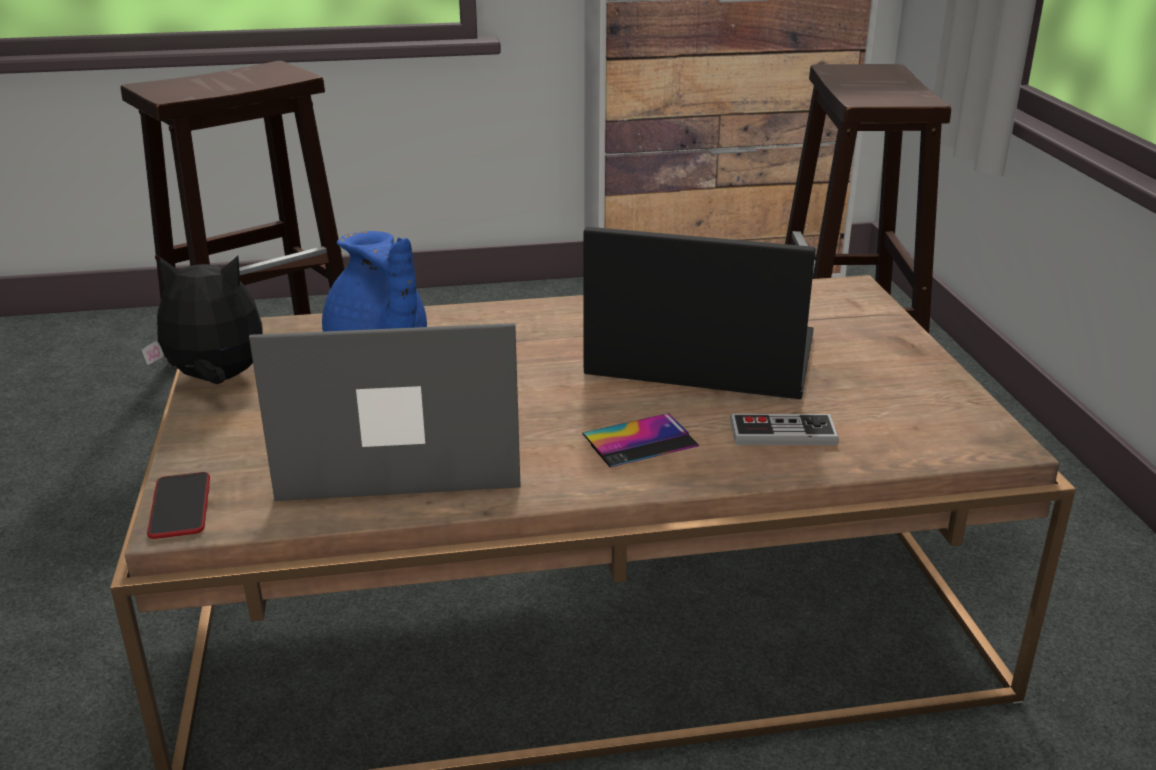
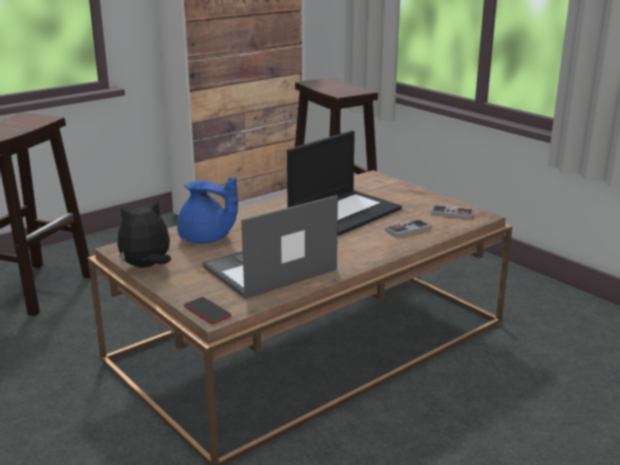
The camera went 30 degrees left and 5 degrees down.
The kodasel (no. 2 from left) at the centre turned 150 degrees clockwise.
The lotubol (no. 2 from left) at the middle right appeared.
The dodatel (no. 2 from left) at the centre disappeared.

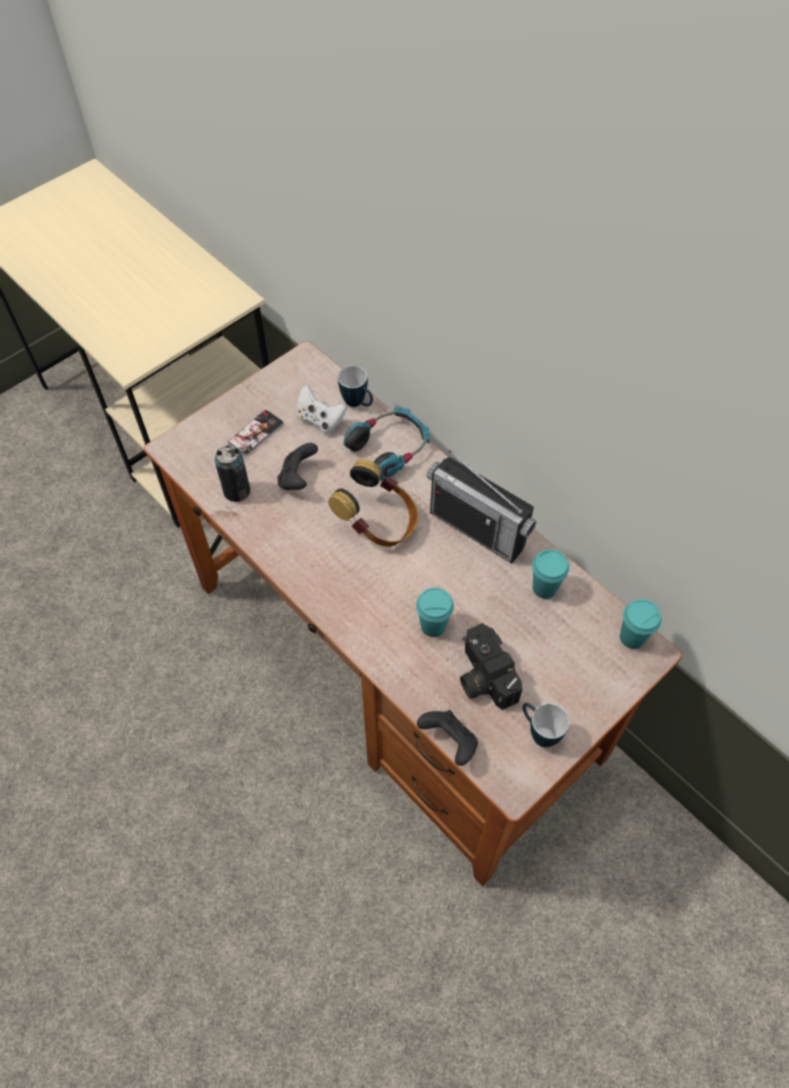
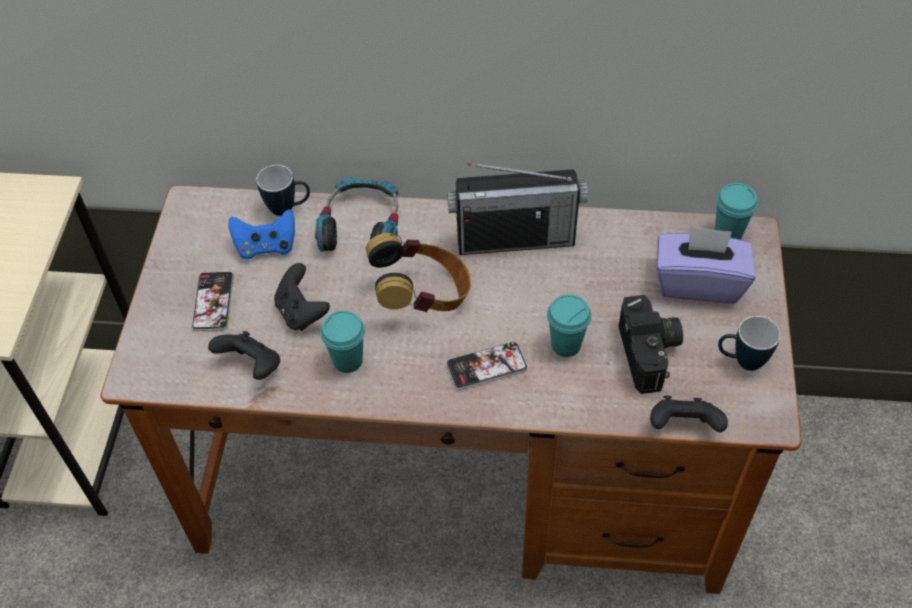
The camera went 40 degrees left and 5 degrees down.
The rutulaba at the middle left was replaced by the black lotubol (no. 1 from left) at the middle left.
The white lotubol at the centre became the blue lotubol at the middle left.
The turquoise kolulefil (no. 2 from left in the first image) moved from the middle right to the centre.
The dodatel (no. 2 from left) at the centre appeared.
The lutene at the centre turned 120 degrees counterclockwise.
The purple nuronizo at the middle right appeared.

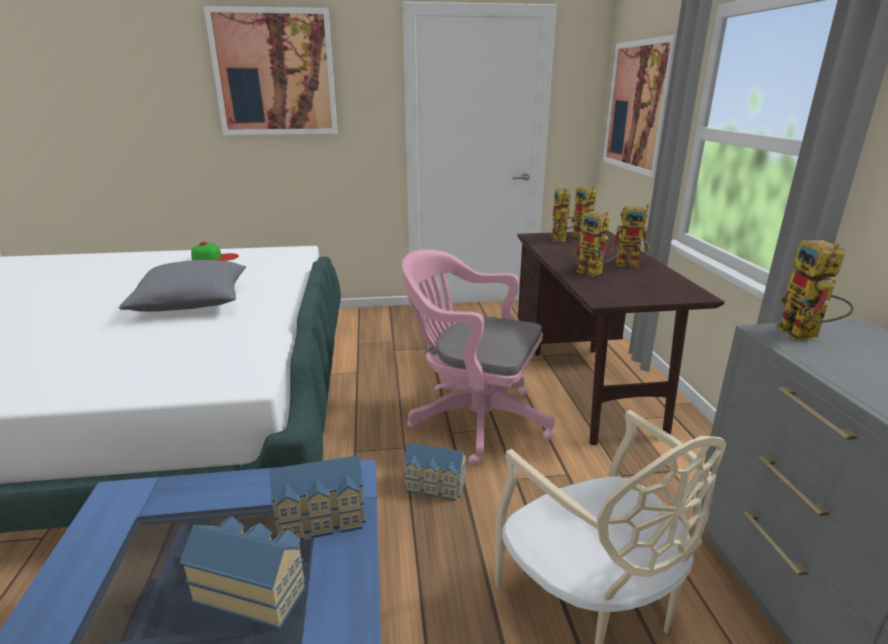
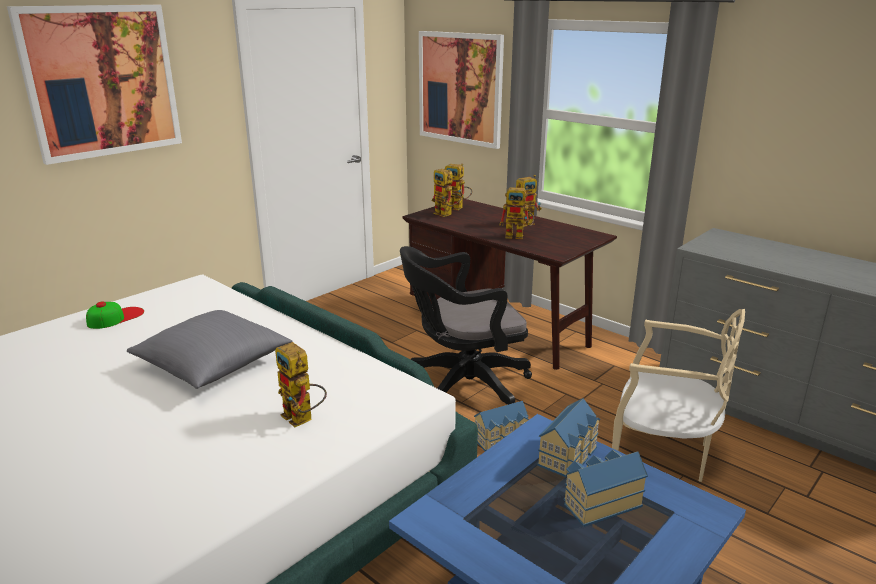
The camera went 40 degrees left and 0 degrees up.
The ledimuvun (no. 5 from left in the first image) moved from the middle right to the centre.
The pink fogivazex at the centre became the black fogivazex at the centre.

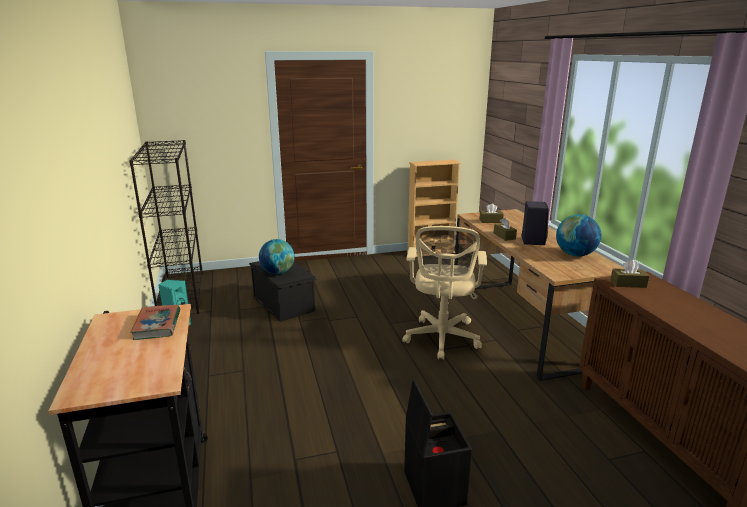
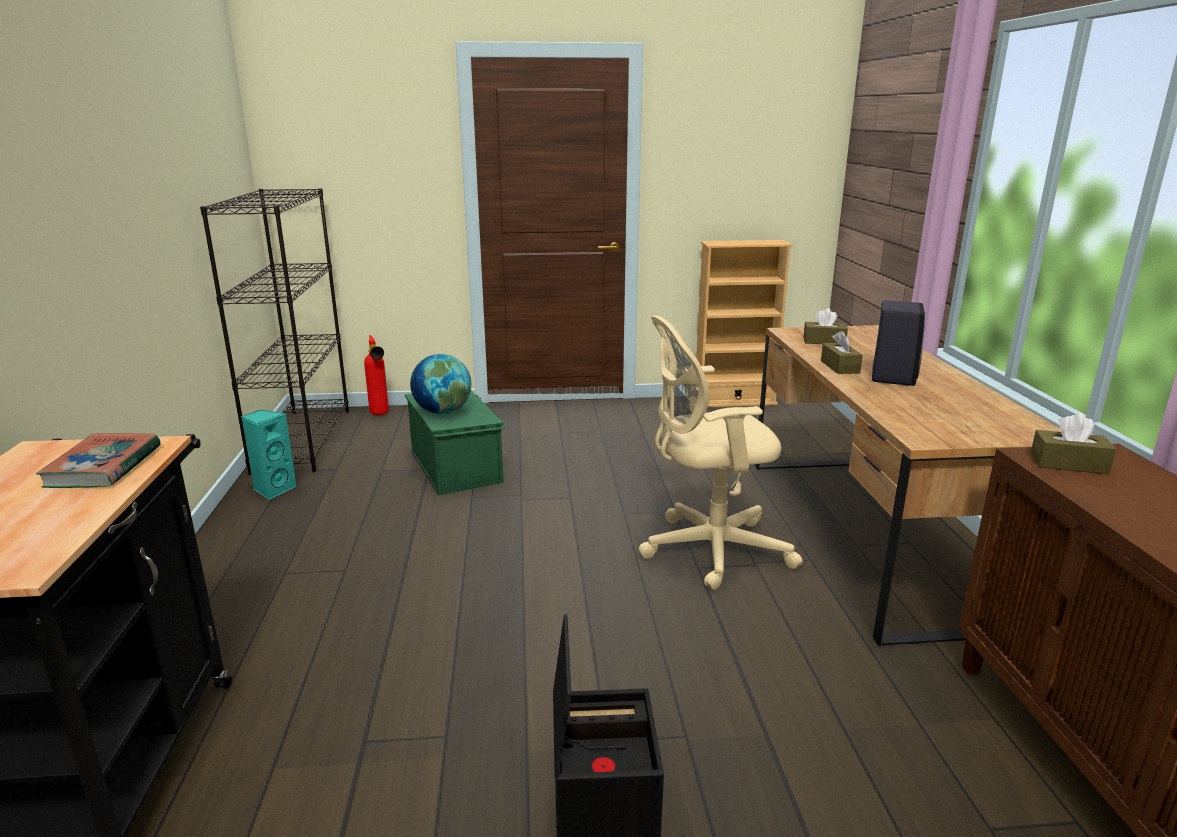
The camera went 10 degrees right and 0 degrees up.
The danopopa at the middle left appeared.
The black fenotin (no. 1 from left) at the centre became the green fenotin at the centre.
The beige fogivazex at the centre turned 60 degrees clockwise.
The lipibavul (no. 2 from left) at the middle right disappeared.

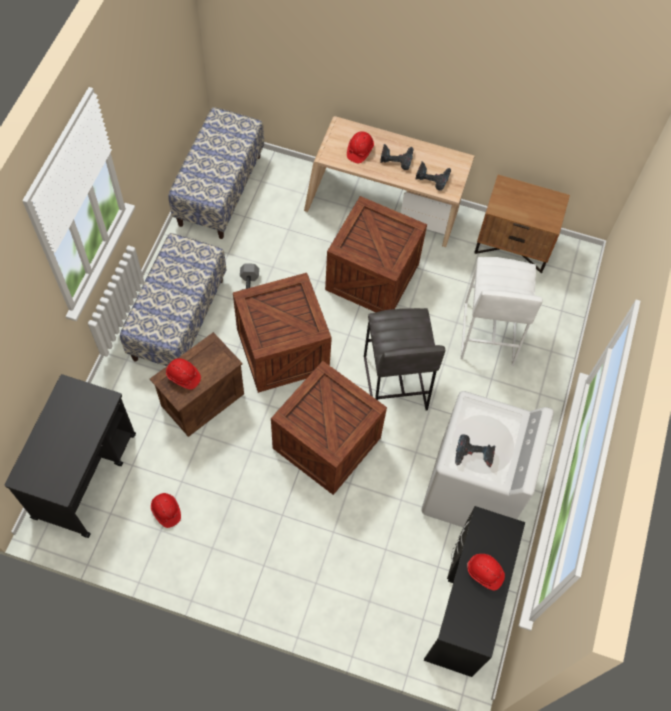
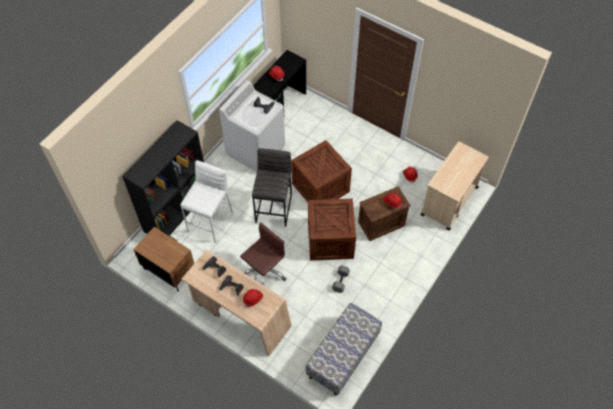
The camera went 160 degrees left and 5 degrees down.
The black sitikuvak at the middle left appeared.
The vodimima (no. 4 from left) at the centre was replaced by the brown fogivazex at the centre.
The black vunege at the middle left became the beige vunege at the middle right.
The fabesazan (no. 1 from left) at the middle left disappeared.

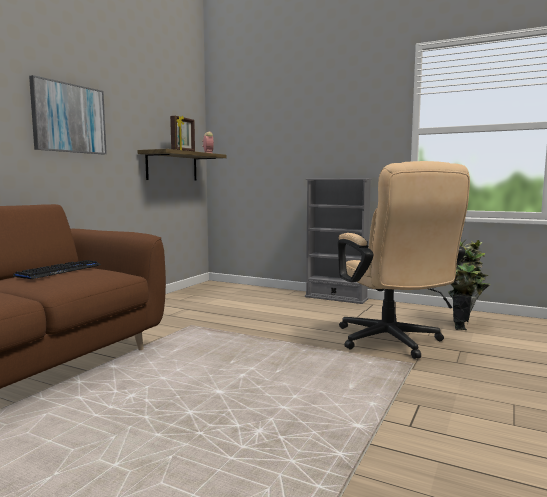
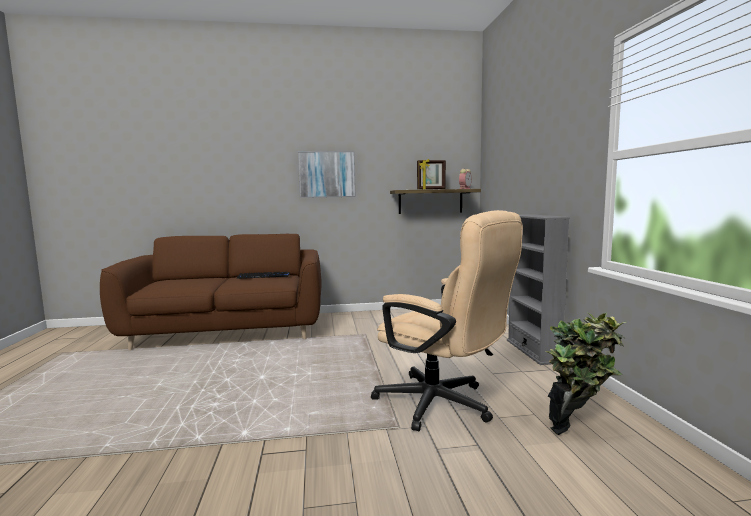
The camera went 55 degrees right and 0 degrees up.
The beige fogivazex at the middle right turned 90 degrees counterclockwise.

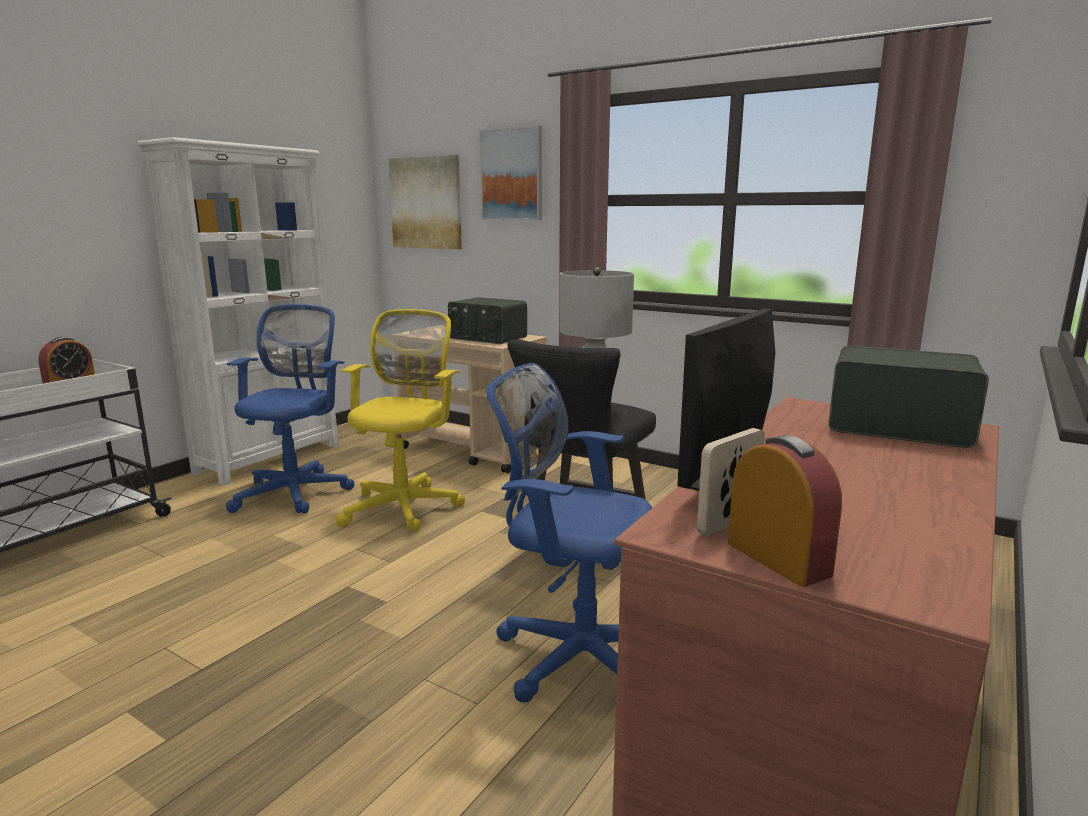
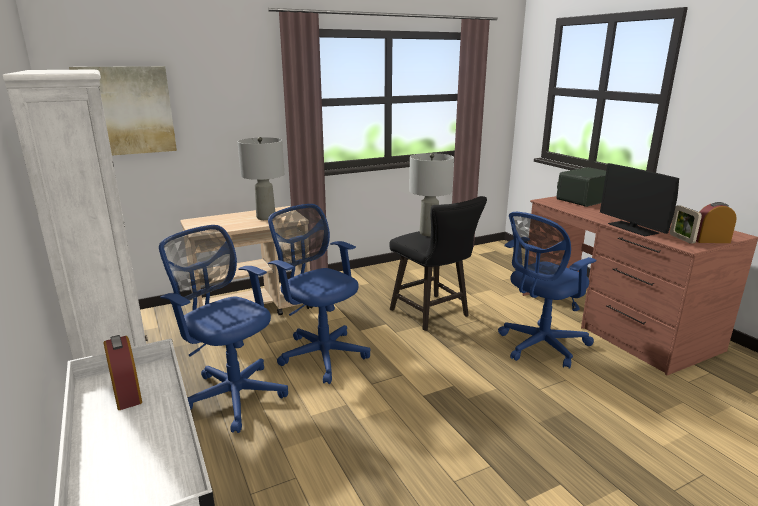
The camera went 60 degrees left and 5 degrees up.
The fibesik (no. 1 from left) at the centre was replaced by the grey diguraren (no. 1 from left) at the centre.
The yellow fogivazex at the centre became the blue fogivazex (no. 2 from left) at the centre.
The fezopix (no. 2 from left) at the top centre disappeared.

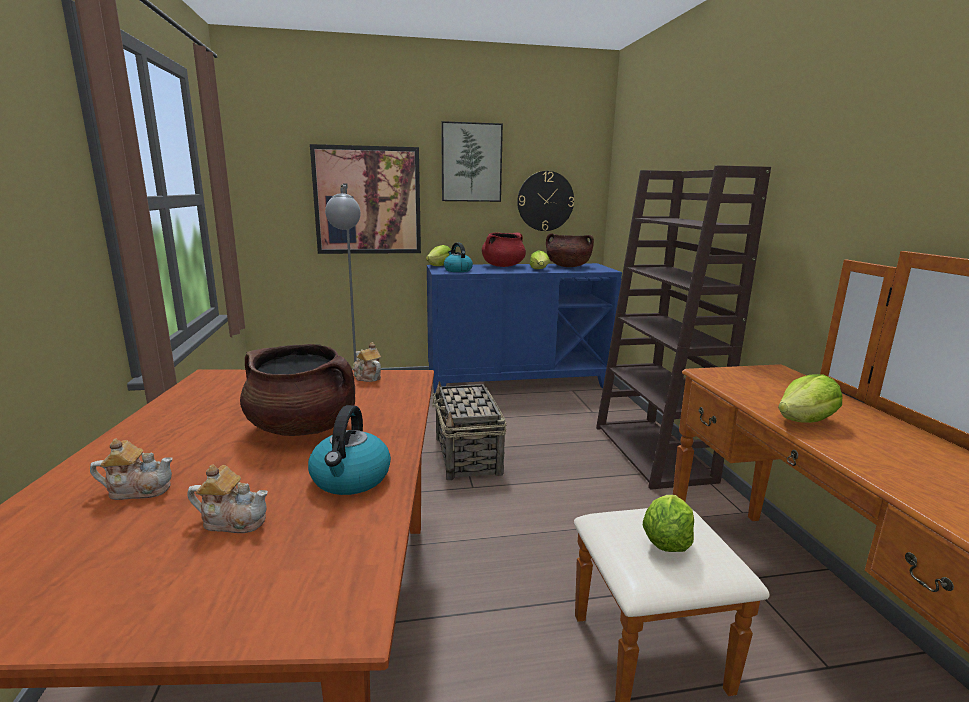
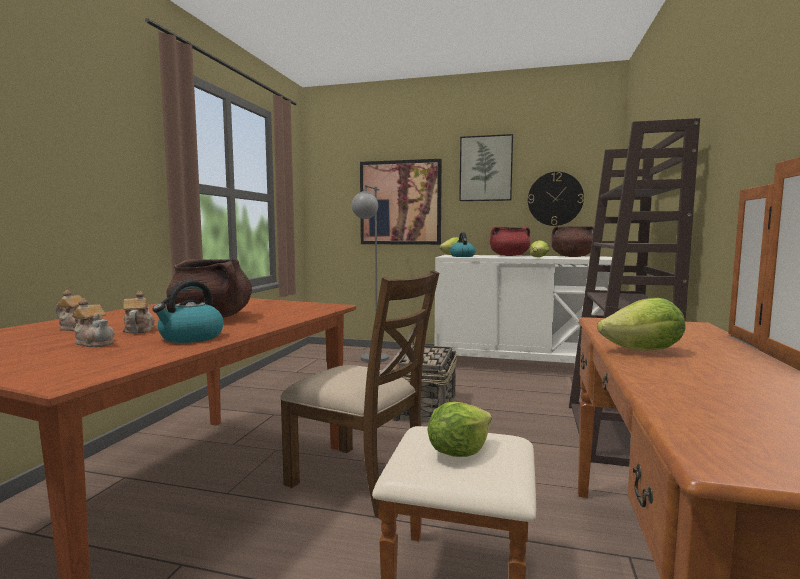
The camera went 25 degrees right and 10 degrees down.
The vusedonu (no. 3 from left) moved from the centre to the middle left.
The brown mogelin at the bottom centre appeared.
The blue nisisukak at the centre became the white nisisukak at the centre.

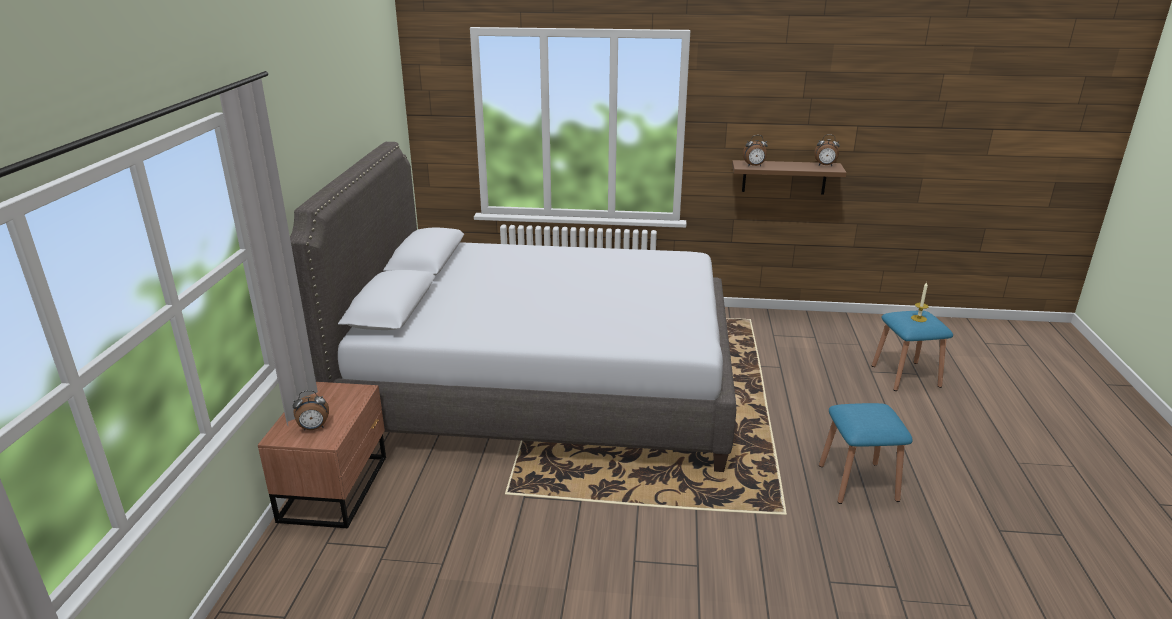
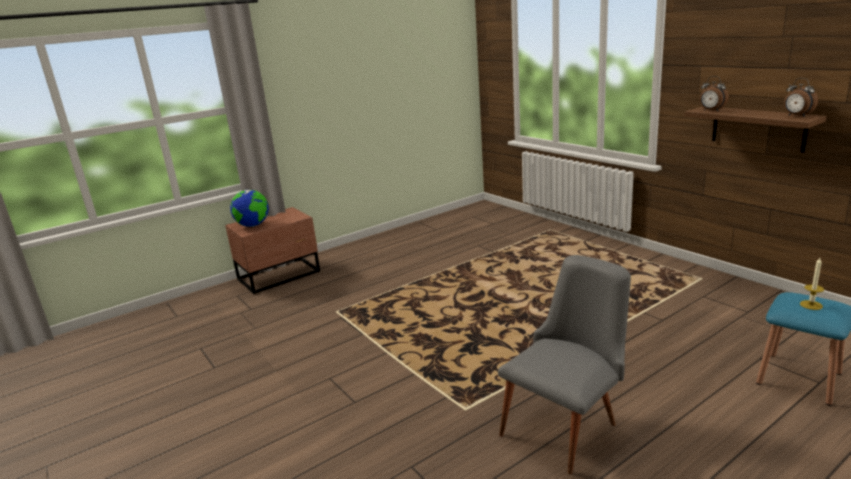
The camera went 50 degrees right and 5 degrees down.
The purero (no. 1 from left) at the middle left was replaced by the lipibavul at the middle left.
The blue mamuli (no. 1 from left) at the bottom right was replaced by the grey mogelin at the bottom centre.
The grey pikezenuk at the centre disappeared.

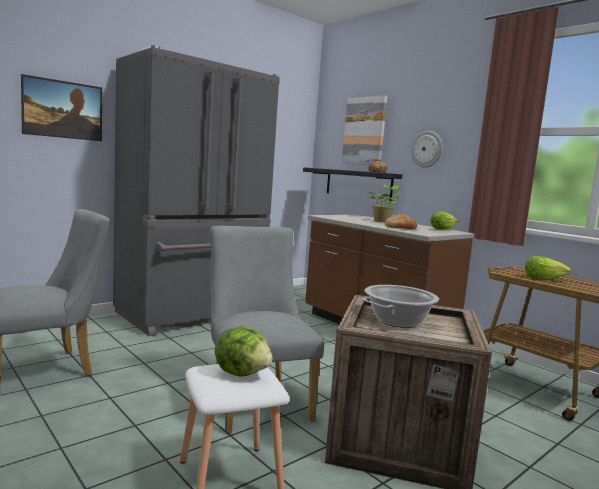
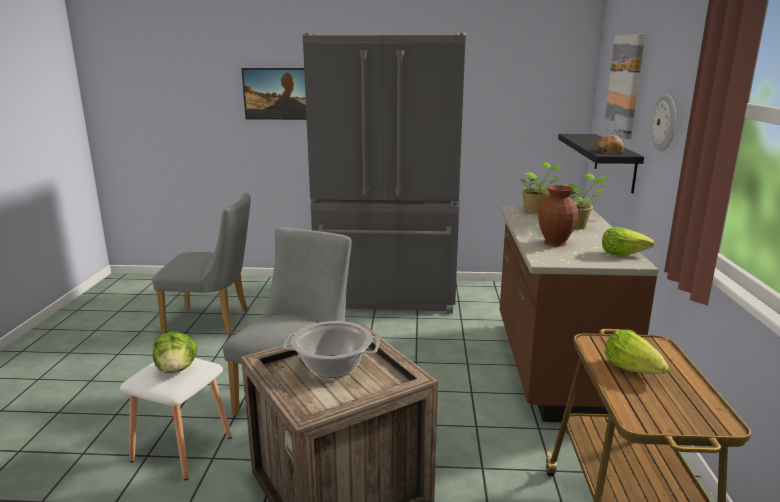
The camera went 45 degrees right and 10 degrees up.
The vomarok (no. 1 from left) at the middle right appeared.
The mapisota (no. 2 from left) at the middle right was replaced by the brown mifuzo at the middle right.

